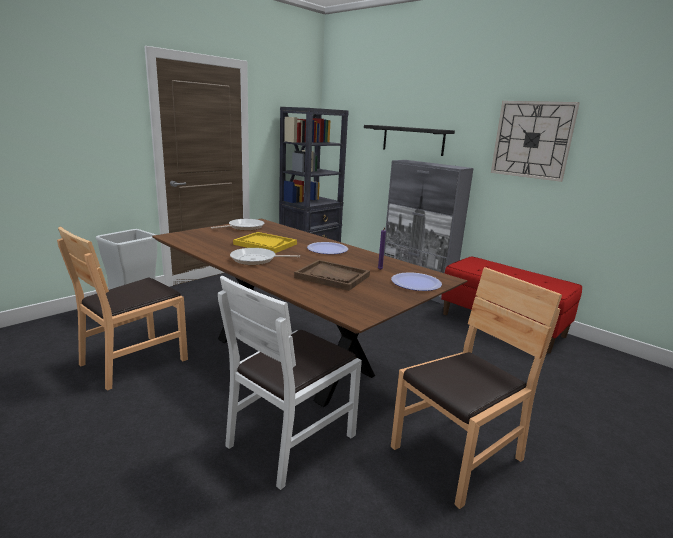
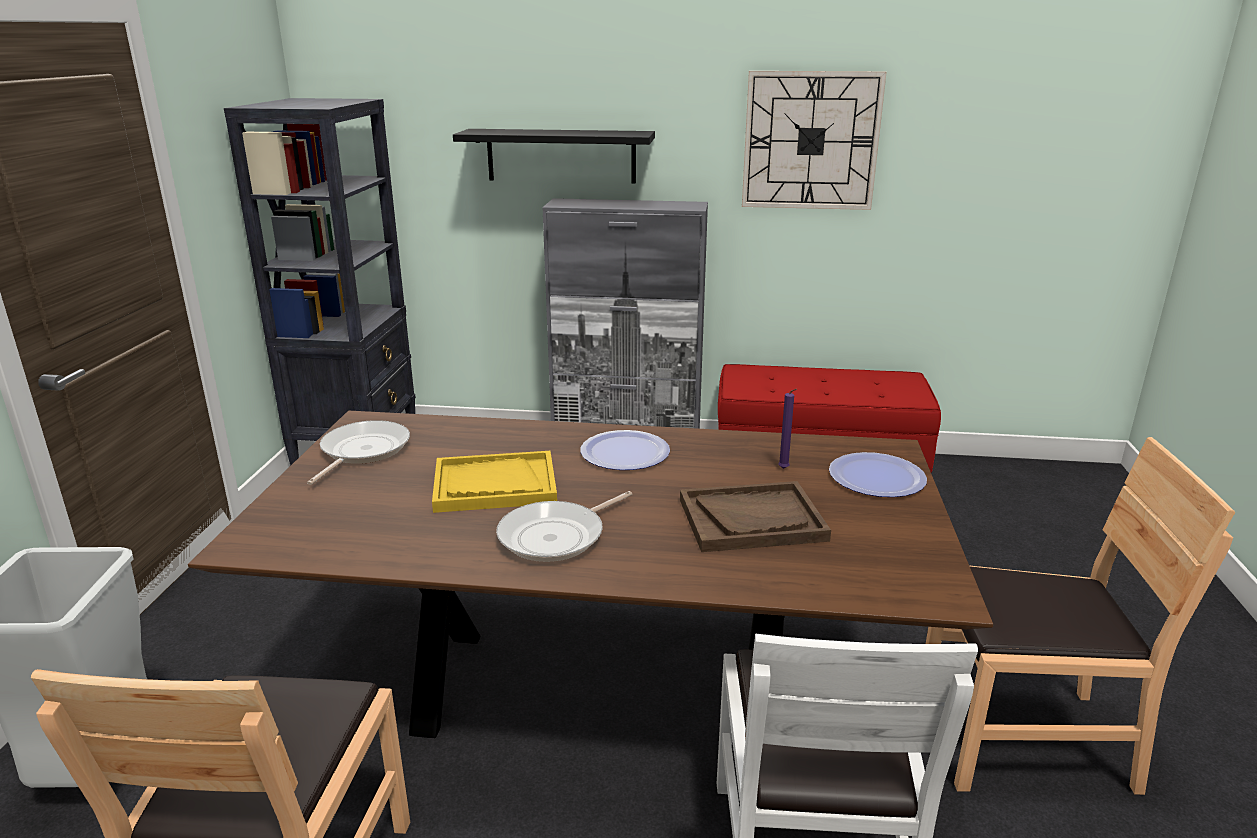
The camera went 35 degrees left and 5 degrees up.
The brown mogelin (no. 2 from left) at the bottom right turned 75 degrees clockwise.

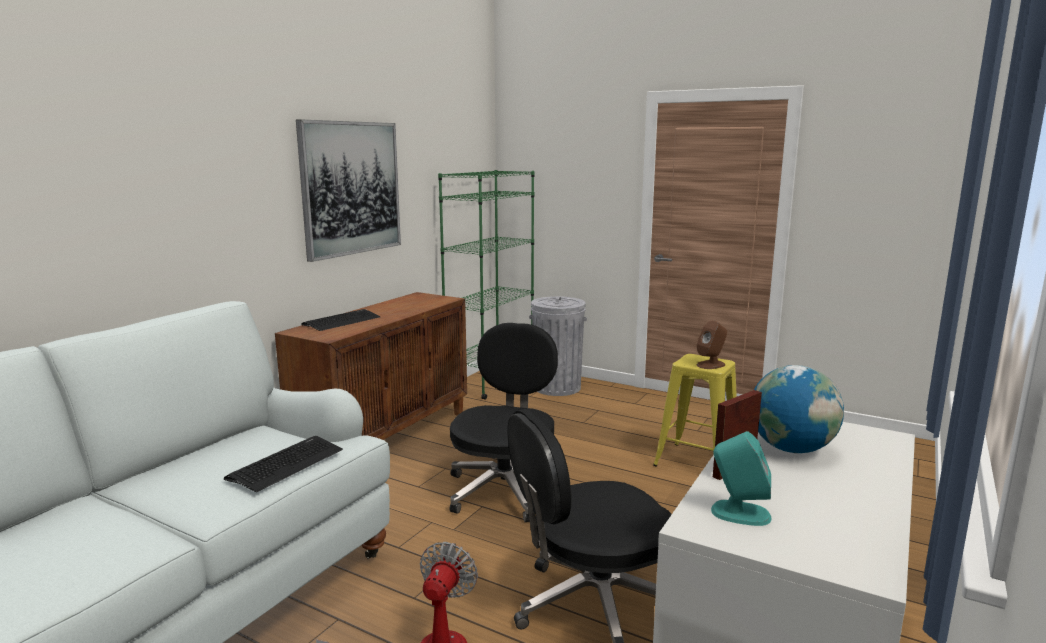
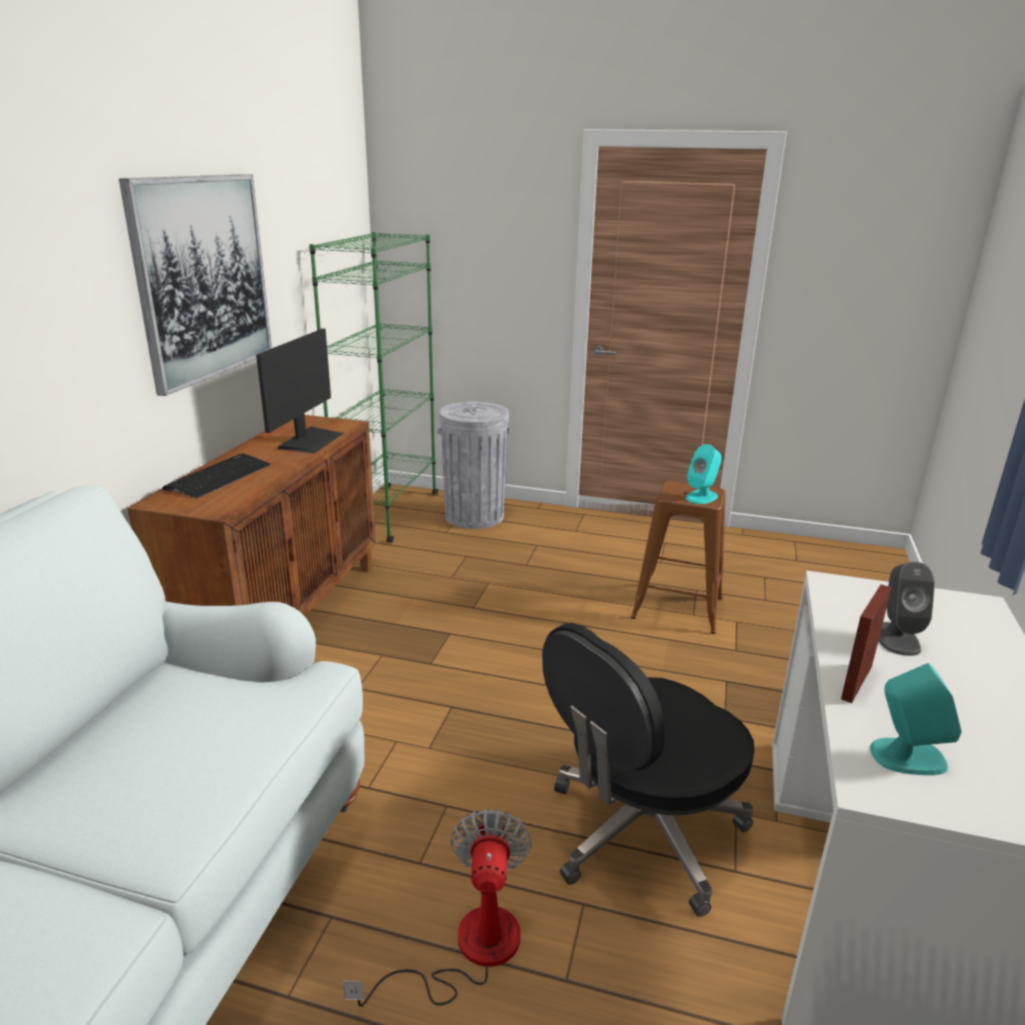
The camera went 15 degrees left and 10 degrees up.
The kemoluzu at the middle left appeared.
The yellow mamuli at the centre became the brown mamuli at the centre.
The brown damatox at the middle right became the turquoise damatox (no. 1 from left) at the middle right.
The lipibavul at the middle right was replaced by the grey damatox at the middle right.
The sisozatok (no. 1 from left) at the bottom left disappeared.
The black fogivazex (no. 1 from left) at the centre disappeared.

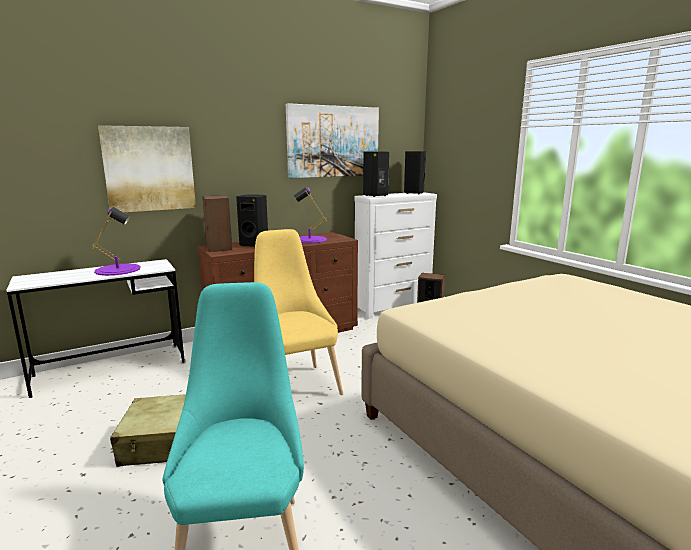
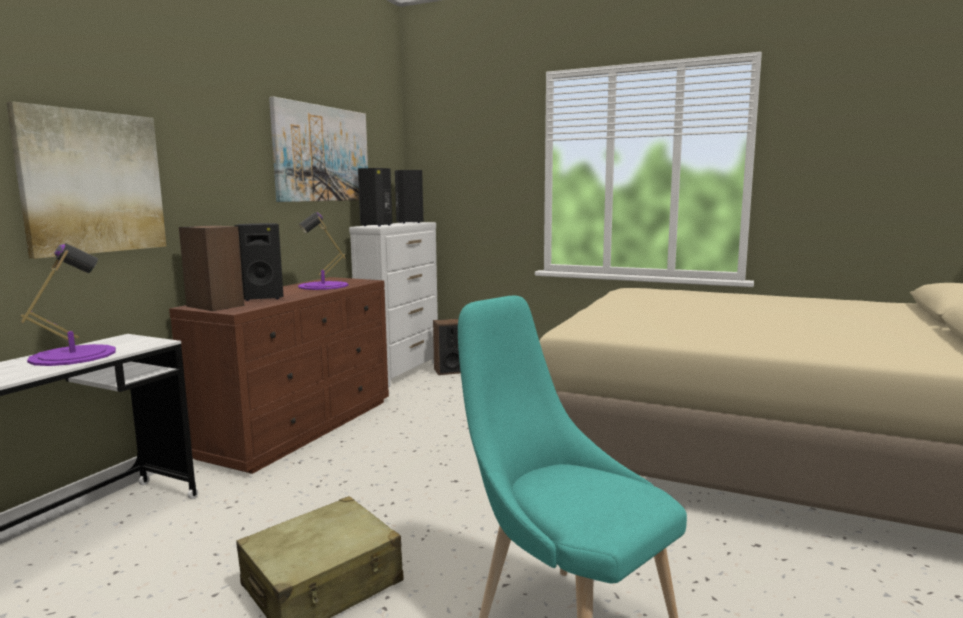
The camera went 35 degrees left and 5 degrees down.
The yellow mogelin at the centre disappeared.

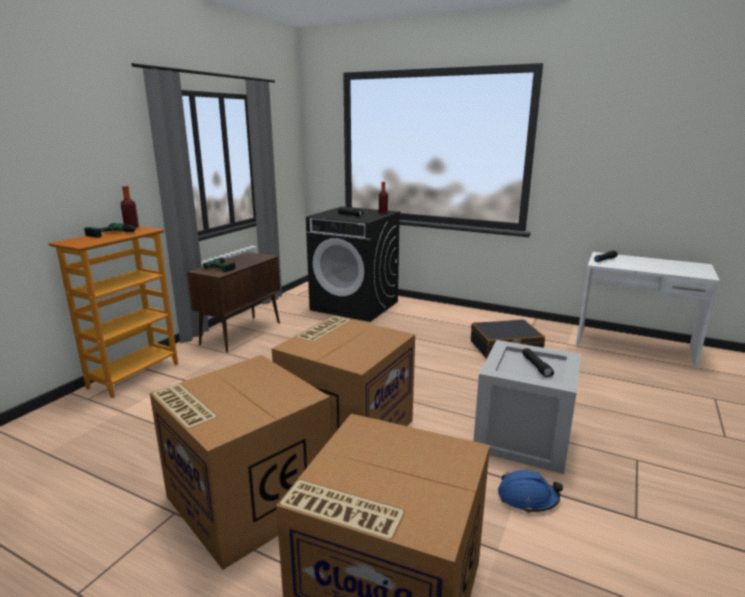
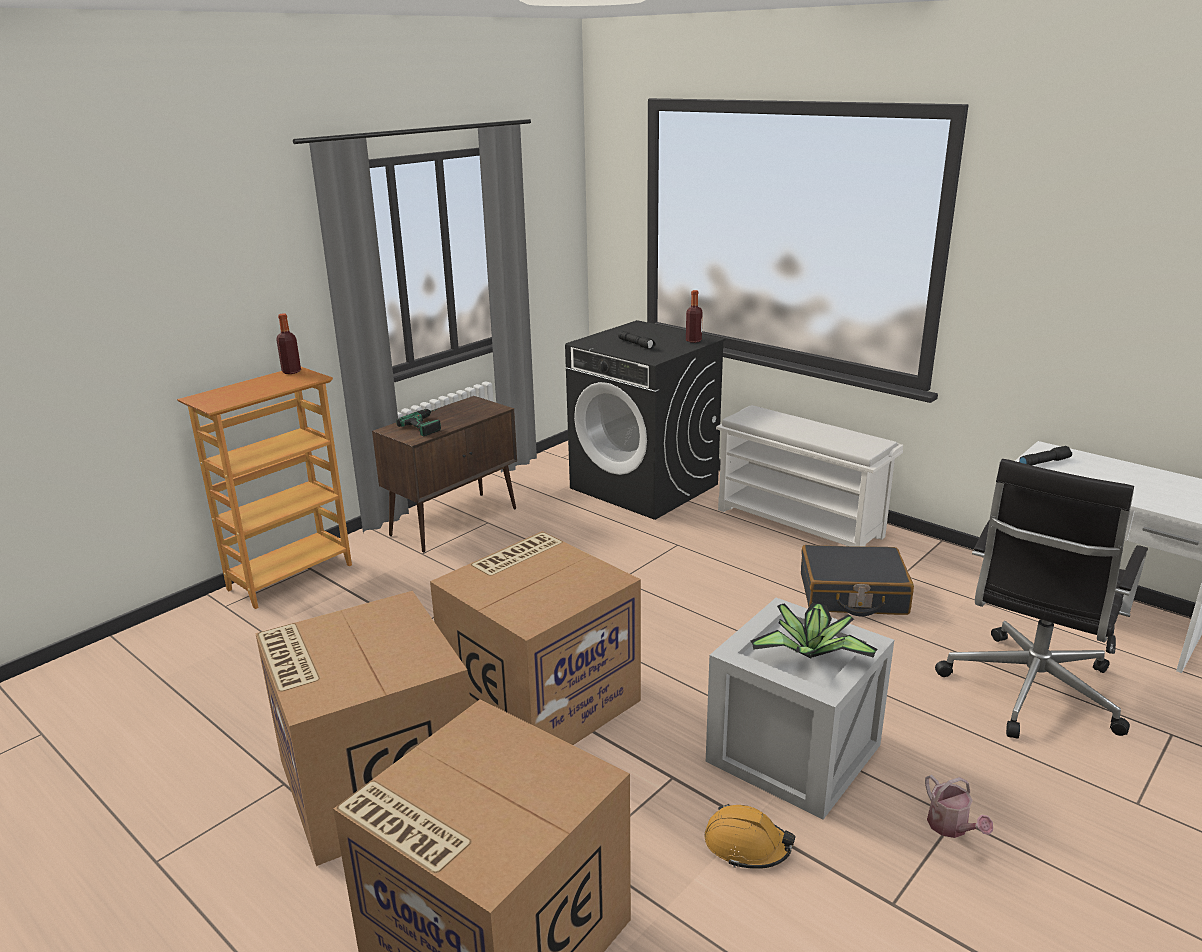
The camera went 15 degrees right and 5 degrees up.
The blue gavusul at the bottom right became the orange gavusul at the bottom centre.
The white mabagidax at the middle right appeared.
The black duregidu (no. 2 from left) at the middle right was replaced by the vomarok at the middle right.
The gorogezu at the bottom right appeared.
The black fogivazex at the middle right appeared.
The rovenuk (no. 1 from left) at the middle left disappeared.

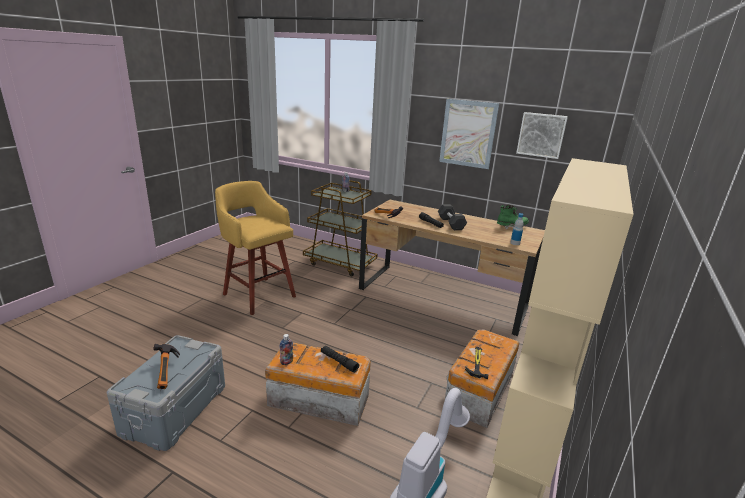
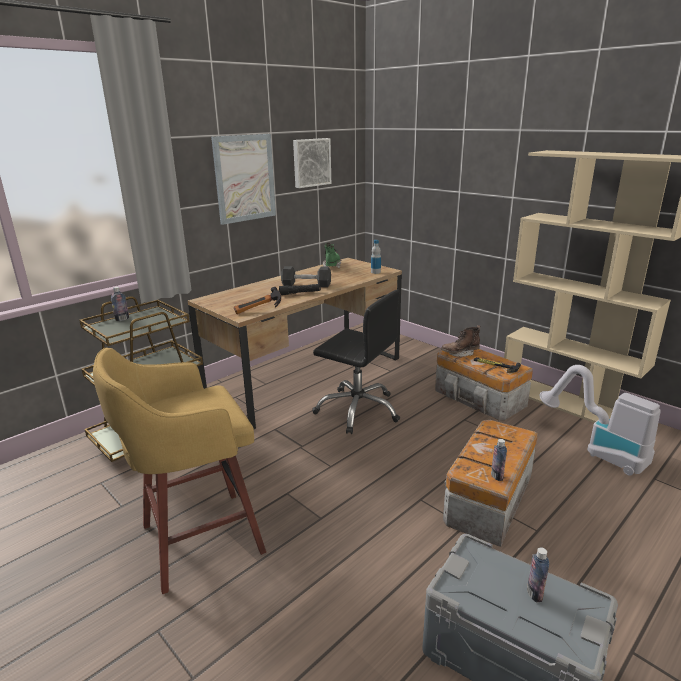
The camera went 70 degrees left and 0 degrees up.
The black fogivazex at the centre appeared.
The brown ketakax at the middle right appeared.
The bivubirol (no. 1 from left) at the bottom left was replaced by the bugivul (no. 4 from left) at the bottom right.
The black duregidu (no. 1 from left) at the bottom centre disappeared.

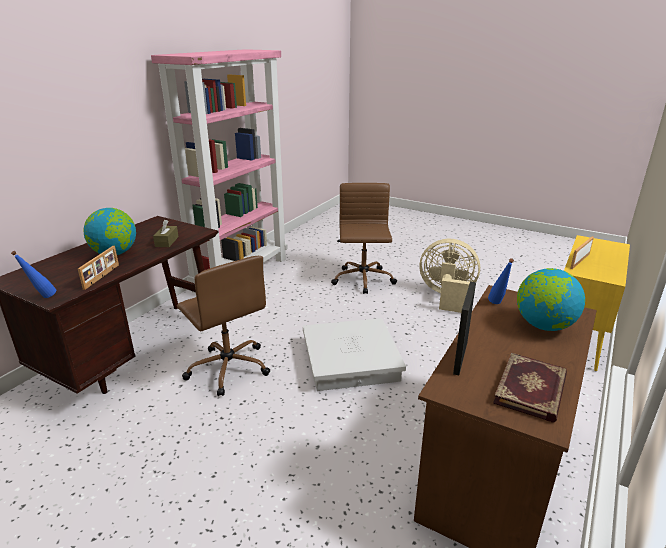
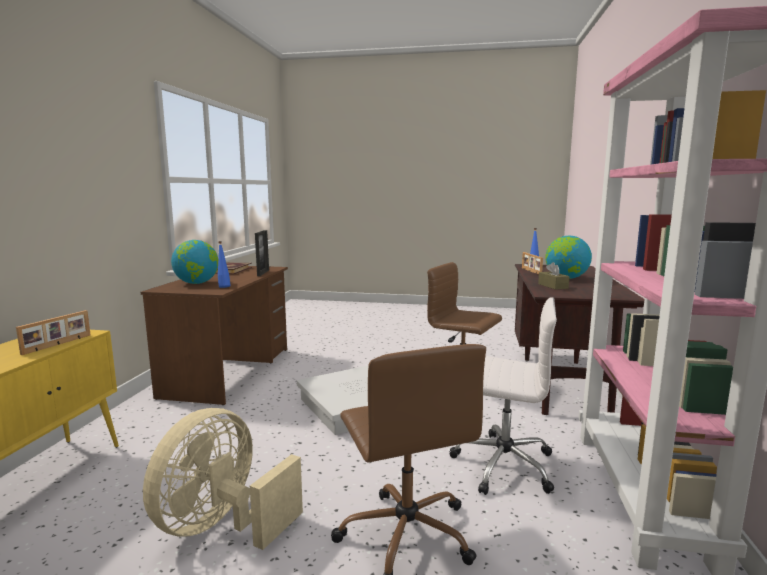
The camera went 160 degrees right and 15 degrees down.
The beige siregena at the middle right turned 120 degrees clockwise.
The white fogivazex at the bottom centre appeared.

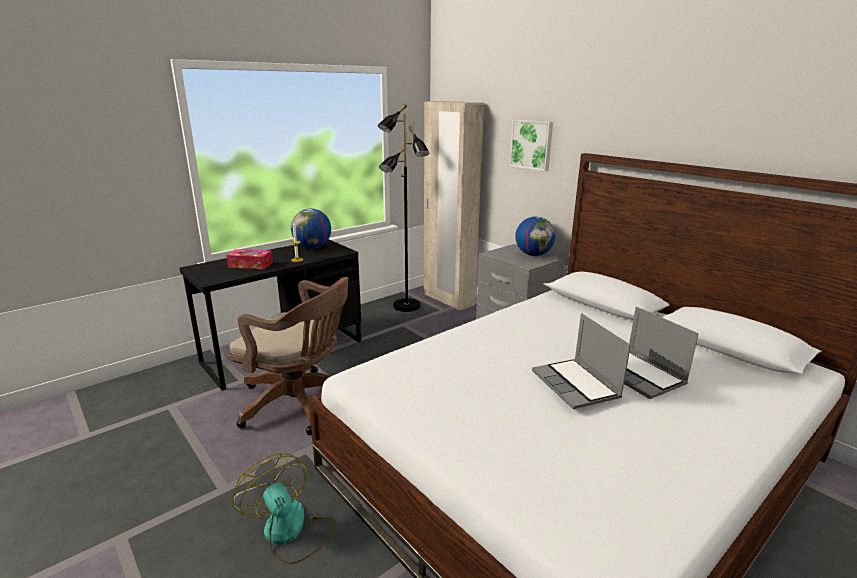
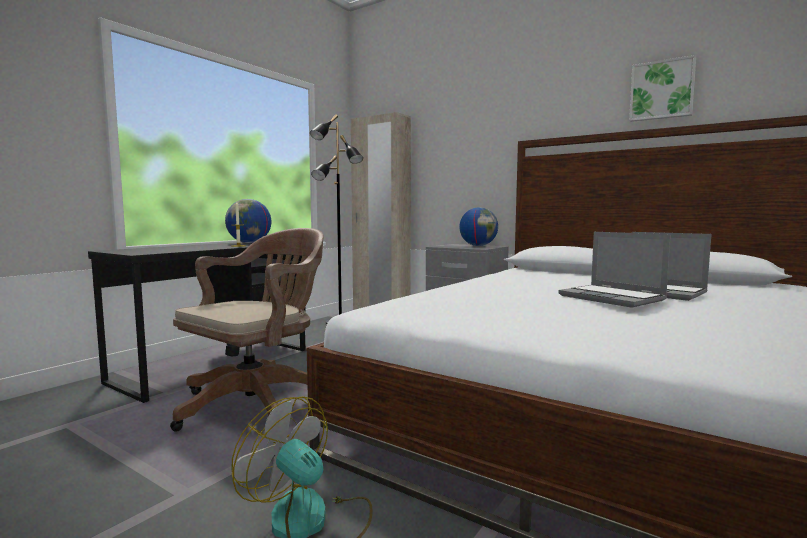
The camera went 15 degrees left and 15 degrees down.
The brown fogivazex at the centre turned 60 degrees counterclockwise.
The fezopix moved from the top centre to the top right.
The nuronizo at the middle left disappeared.

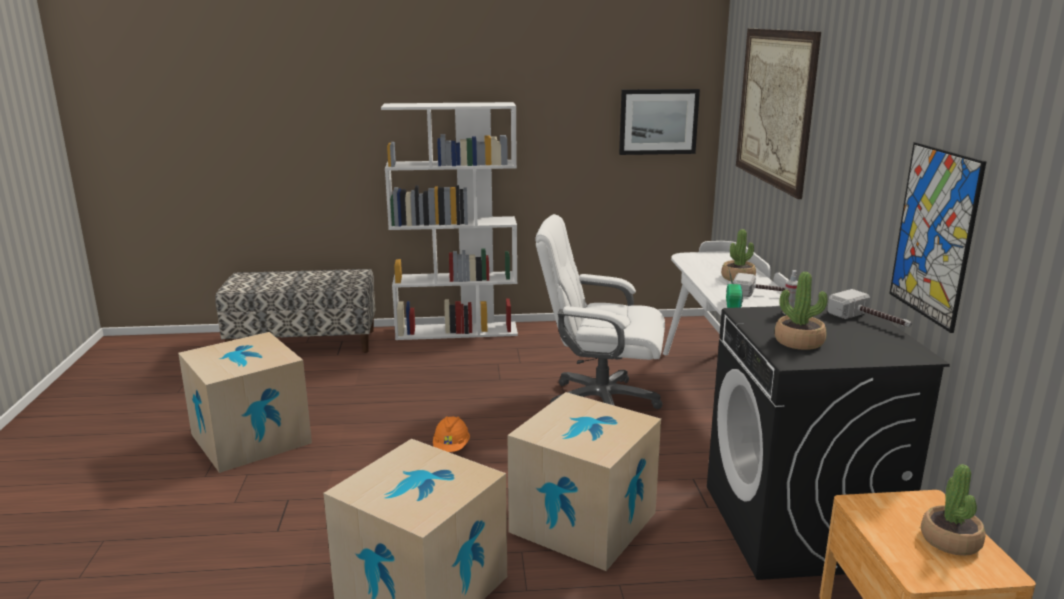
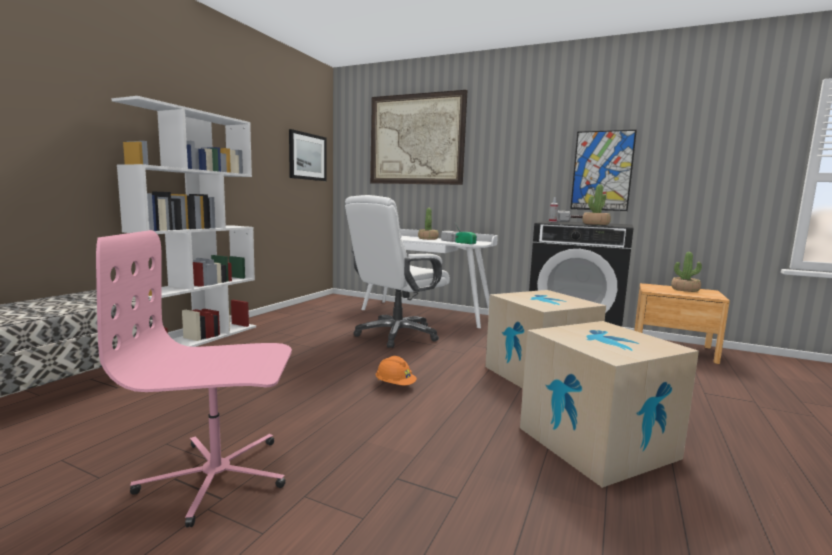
The camera went 60 degrees left and 10 degrees down.
The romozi (no. 1 from left) at the bottom left was replaced by the pink fogivazex at the bottom left.

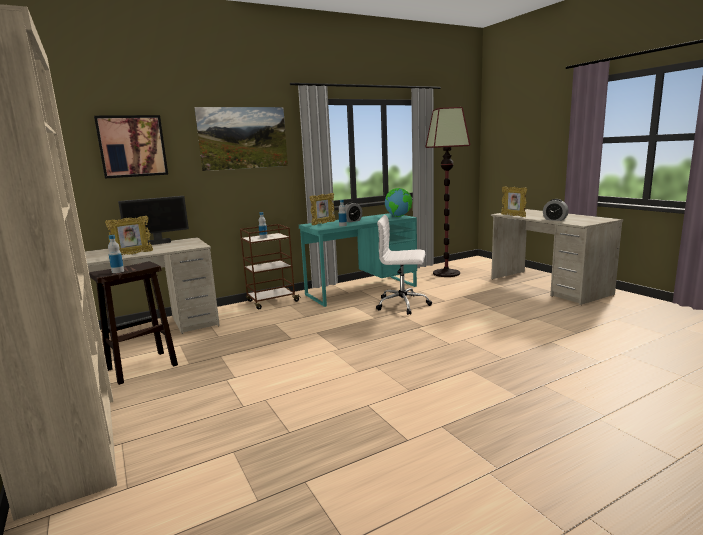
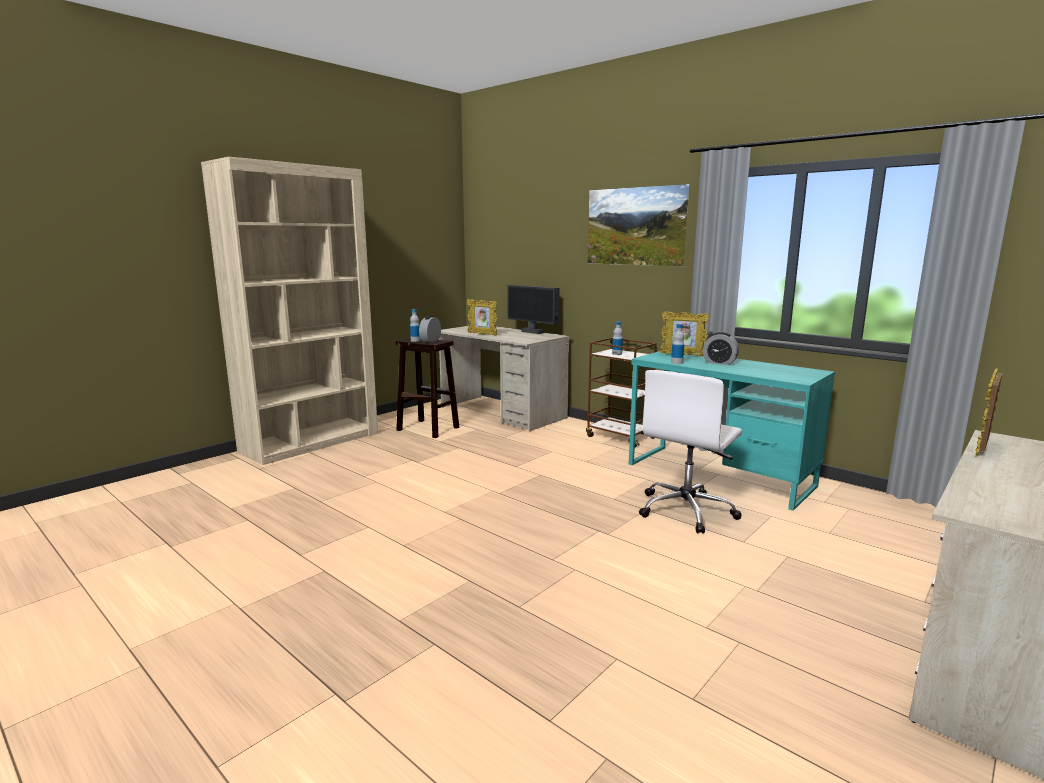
The camera went 70 degrees right and 0 degrees up.
The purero (no. 2 from left in the first image) moved from the middle right to the centre.
The white fogivazex at the centre turned 135 degrees counterclockwise.
The fezopix (no. 1 from left) at the top left disappeared.
The lipibavul at the centre disappeared.
The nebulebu at the centre disappeared.

